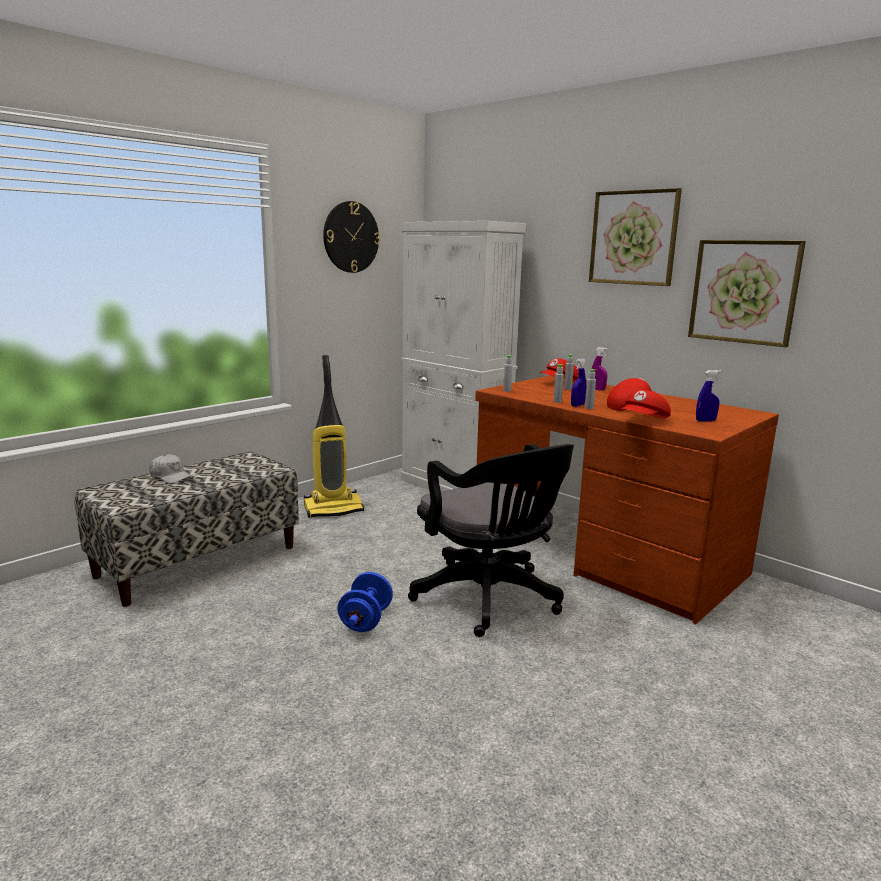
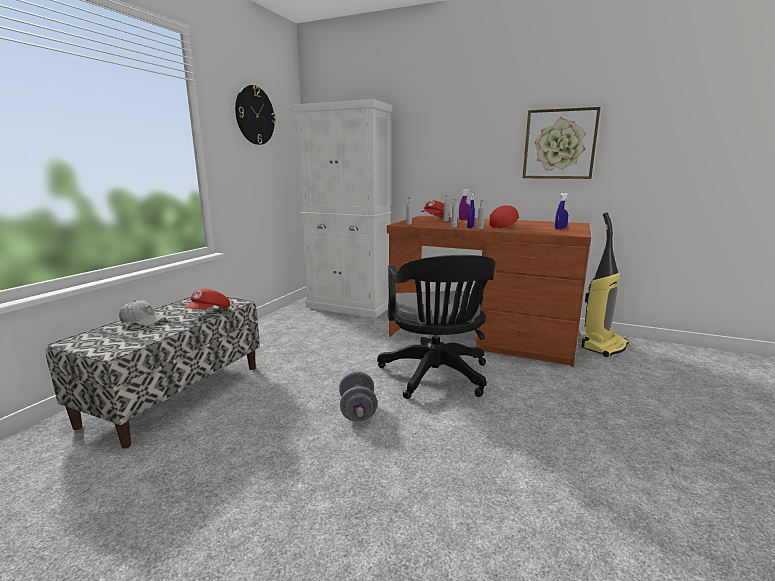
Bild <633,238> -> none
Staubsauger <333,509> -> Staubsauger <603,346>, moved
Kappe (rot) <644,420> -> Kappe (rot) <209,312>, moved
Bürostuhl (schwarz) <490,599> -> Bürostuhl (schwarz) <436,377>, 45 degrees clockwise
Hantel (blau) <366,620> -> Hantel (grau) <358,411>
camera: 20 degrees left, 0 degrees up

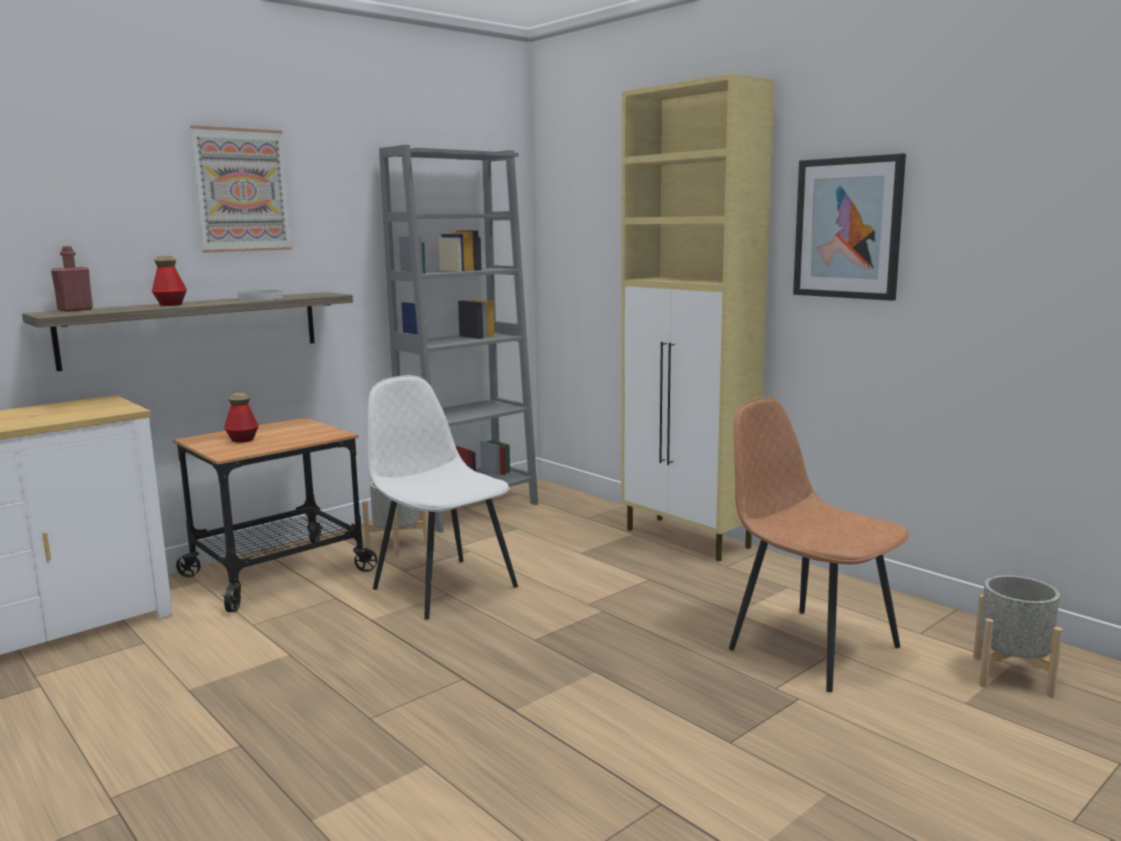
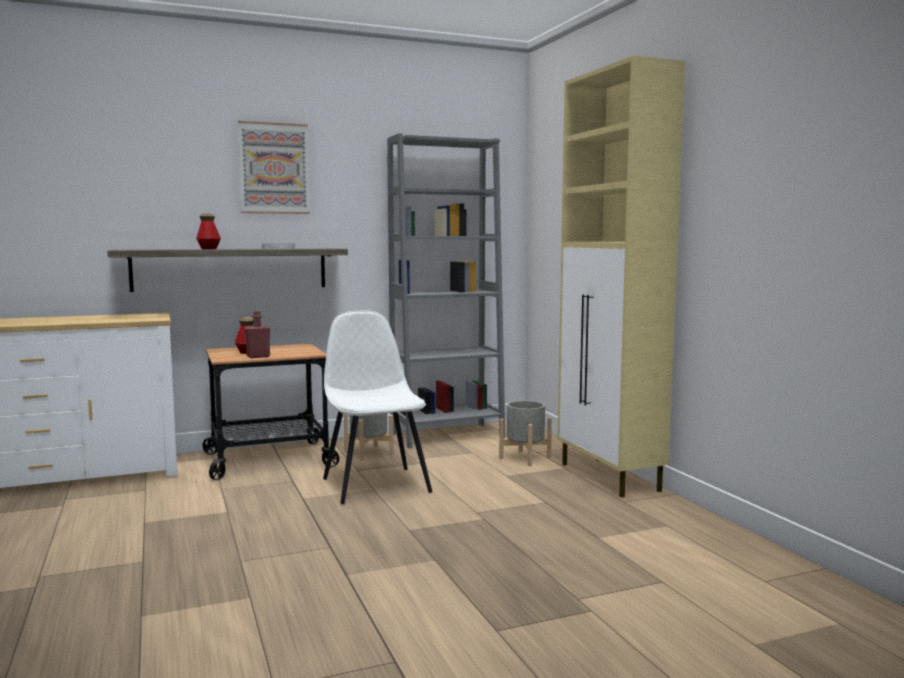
Bild <847,228> -> none
Flasche (rot) <75,310> -> Flasche (rot) <258,356>, moved
Stuhl (braun) <810,646> -> none
Pflanzkübel (grau) <1011,676> -> Pflanzkübel (grau) <524,458>, moved
camera: 20 degrees right, 5 degrees down

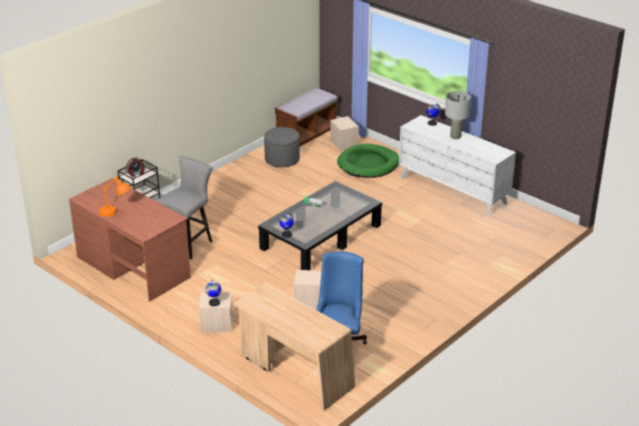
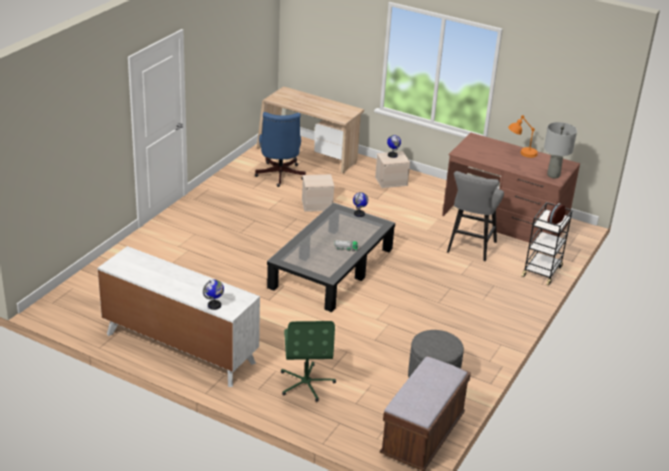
Tischlampe (grau) <455,136> -> Tischlampe (grau) <553,175>, moved
Aufbewahrungsbox (beige) <344,144> -> none
Hundebett (grün) <368,164> -> Bürostuhl (grün) <306,383>
camera: 165 degrees right, 0 degrees up

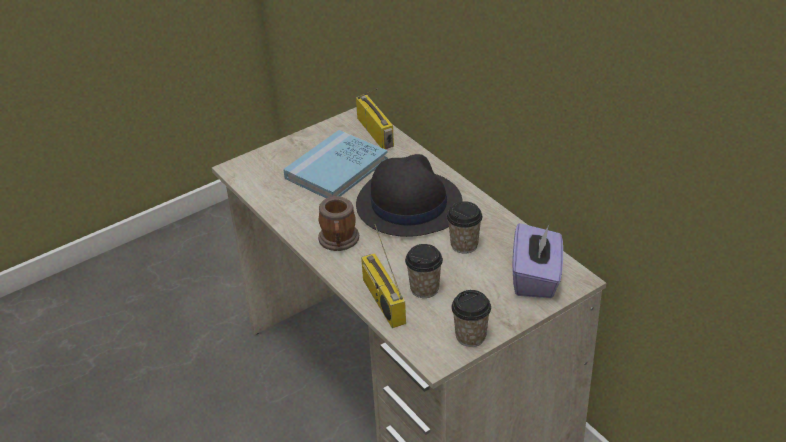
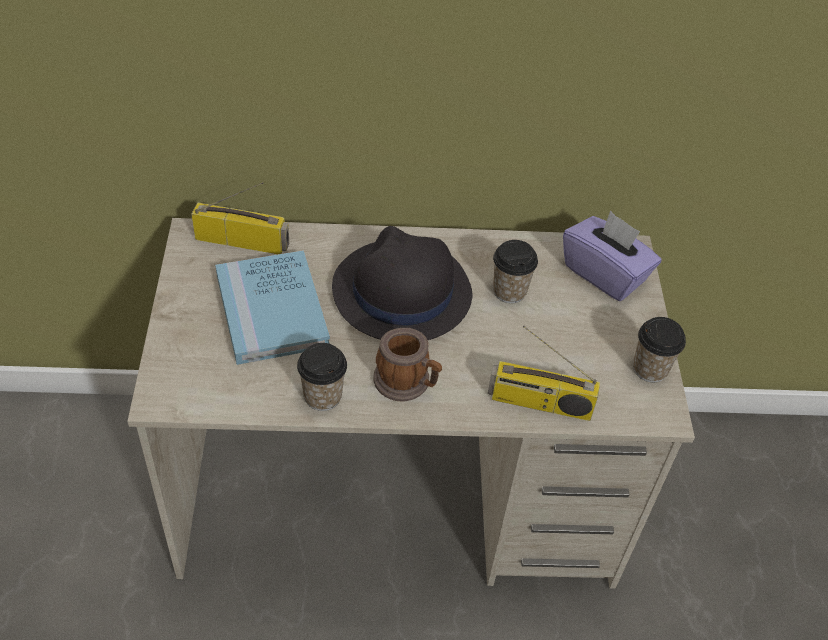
Tasse <424,289> -> Tasse <322,396>, moved
camera: 60 degrees left, 10 degrees up

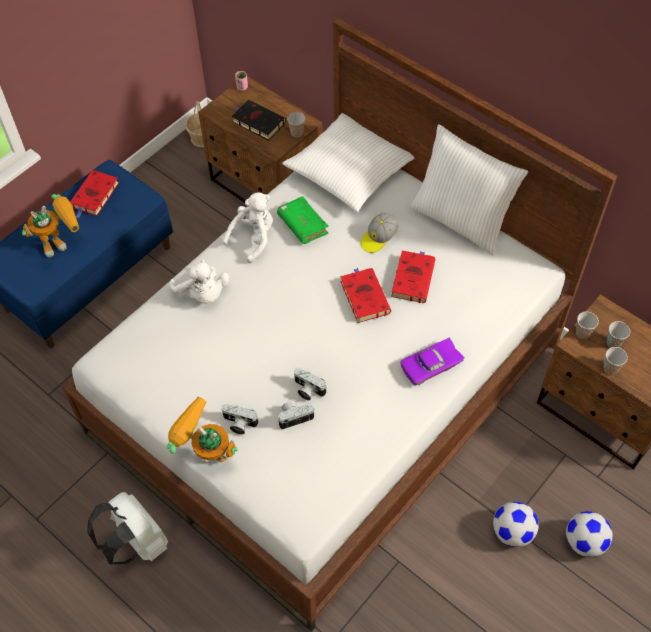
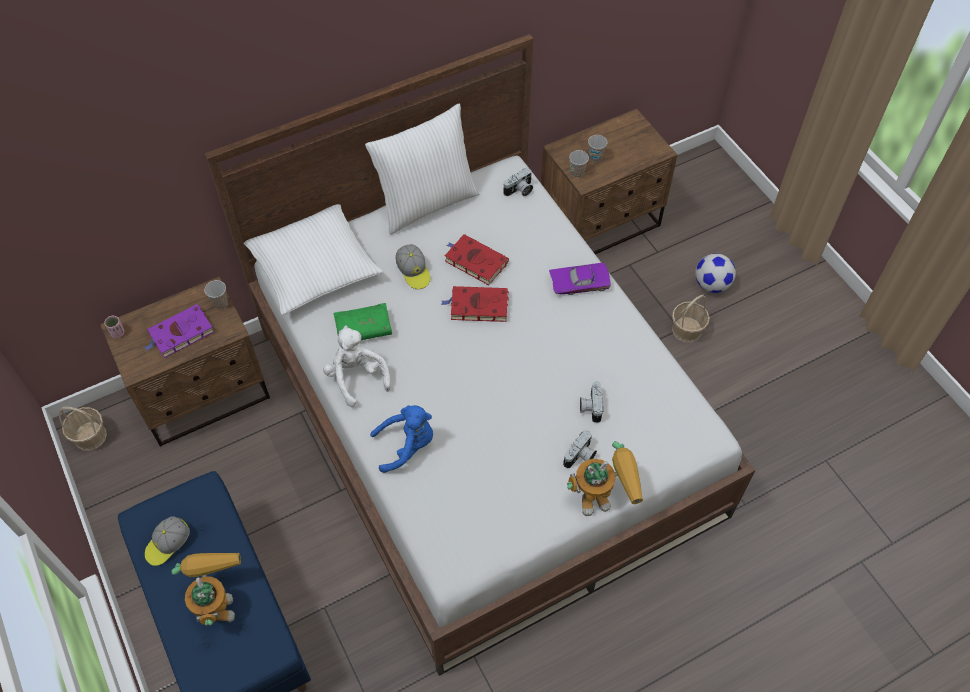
Buch (schwarz) <257,122> -> Buch (lila) <180,334>
Buch (rot) <94,196> -> Kappe <168,544>
Plüschtier (weiß) <203,294> -> Plüschtier (blau) <407,445>
Spielzeugauto (lila) <432,366> -> Spielzeugauto (lila) <579,281>, 90 degrees counterclockwise
Tasse <610,368> -> none
Kamera <307,390> -> Kamera <519,190>, moved
Spielzeugroboter <205,454> -> Spielzeugroboter <604,496>, 150 degrees counterclockwise
Rucksack (weiß) <136,543> -> none
Fußball <512,532> -> Korb <687,330>
camera: 70 degrees left, 0 degrees up

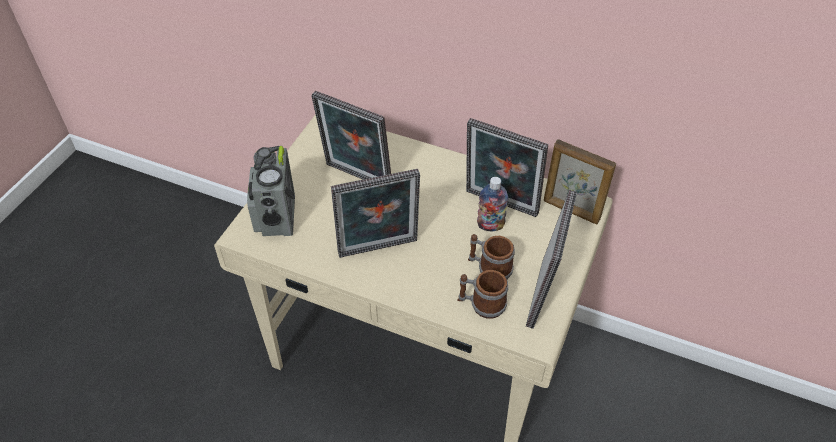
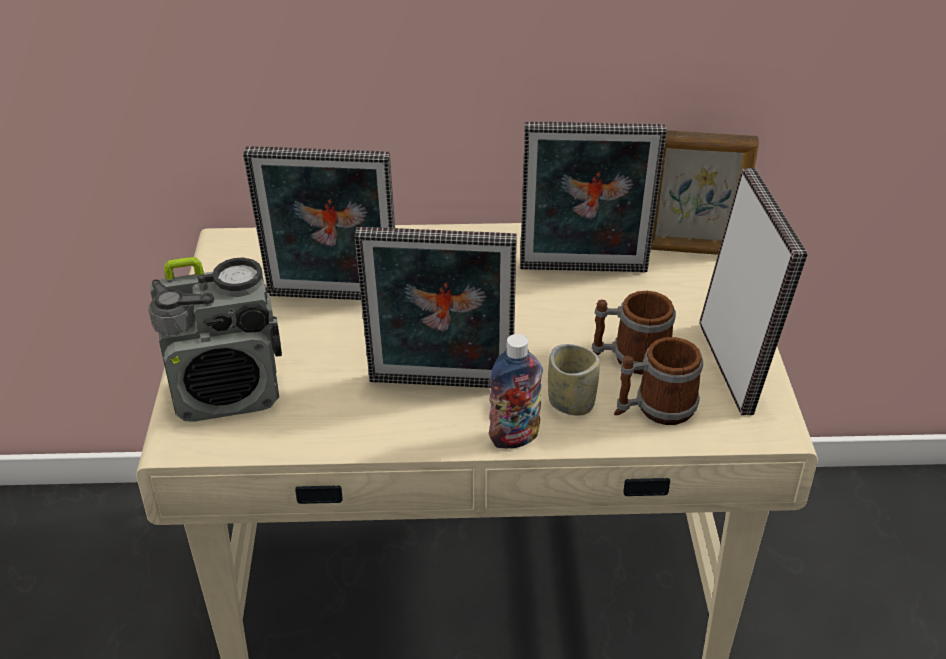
Radio <275,217> -> Radio <228,395>, 75 degrees counterclockwise
Bilderrahmen <379,250> -> Bilderrahmen <440,387>, 45 degrees clockwise
Flasche <490,225> -> Flasche <514,437>, moved
none -> Tasse <571,403>
camera: 25 degrees left, 10 degrees down

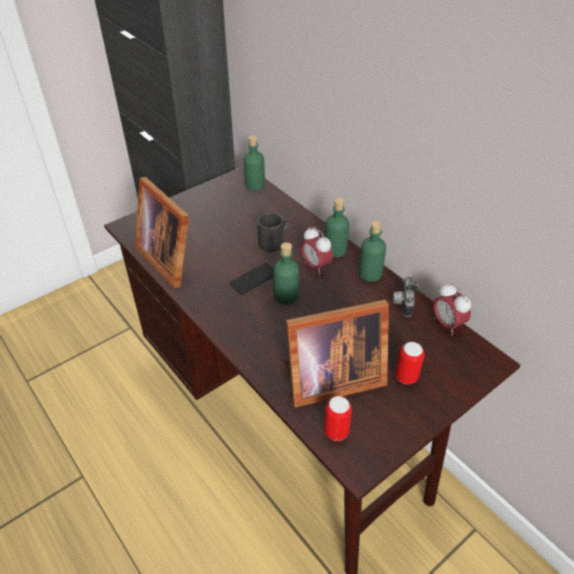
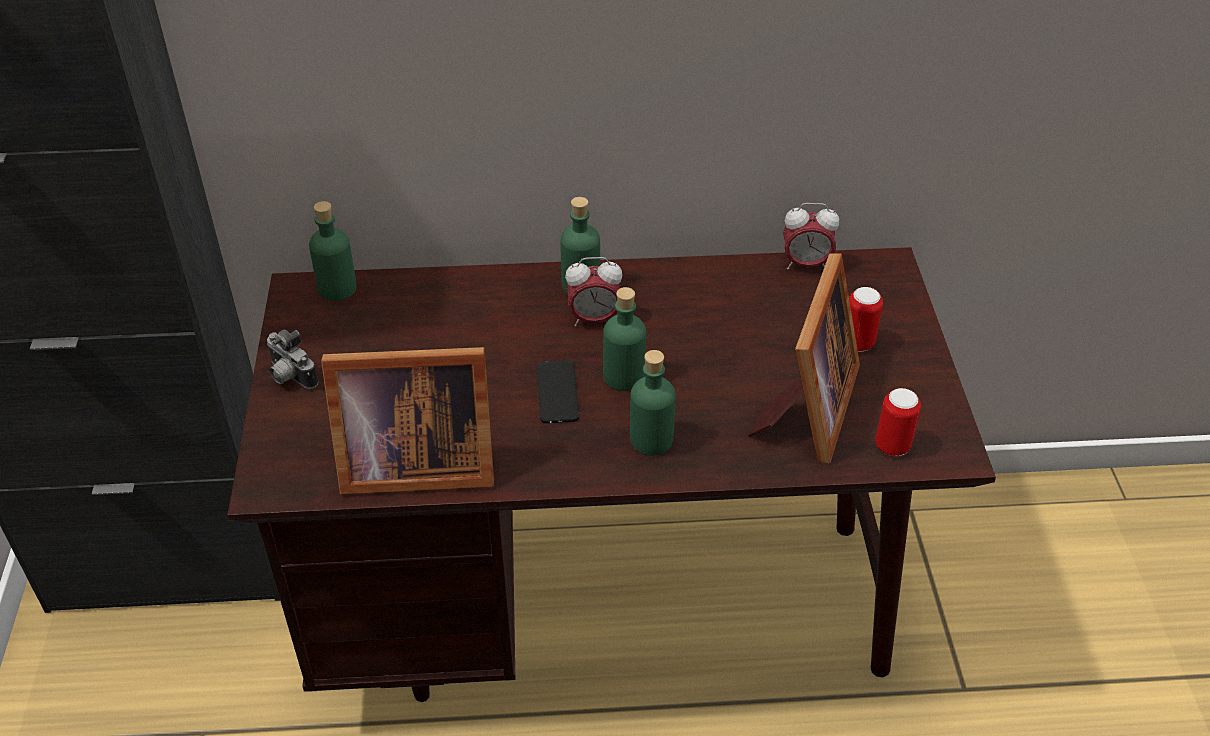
Henkelbecher (schwarz) <274,241> -> none
Flasche (grün) <370,273> -> Flasche (grün) <651,440>, moved
Kamera <402,303> -> Kamera <289,377>, moved
camera: 55 degrees left, 0 degrees up

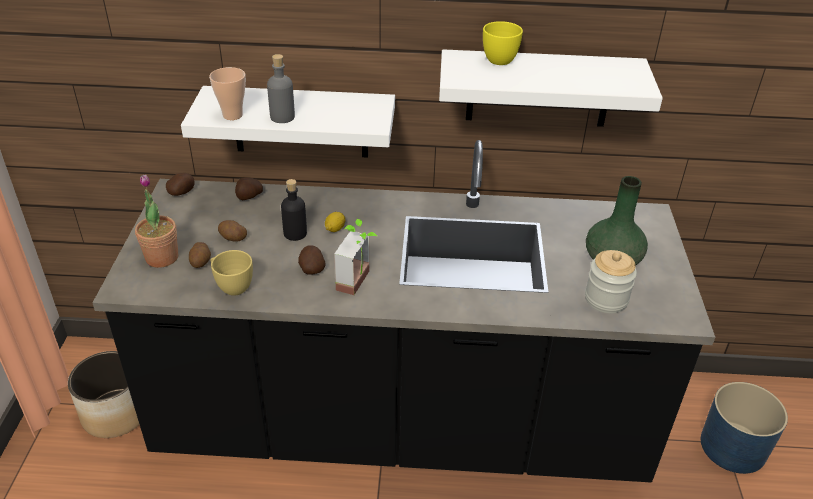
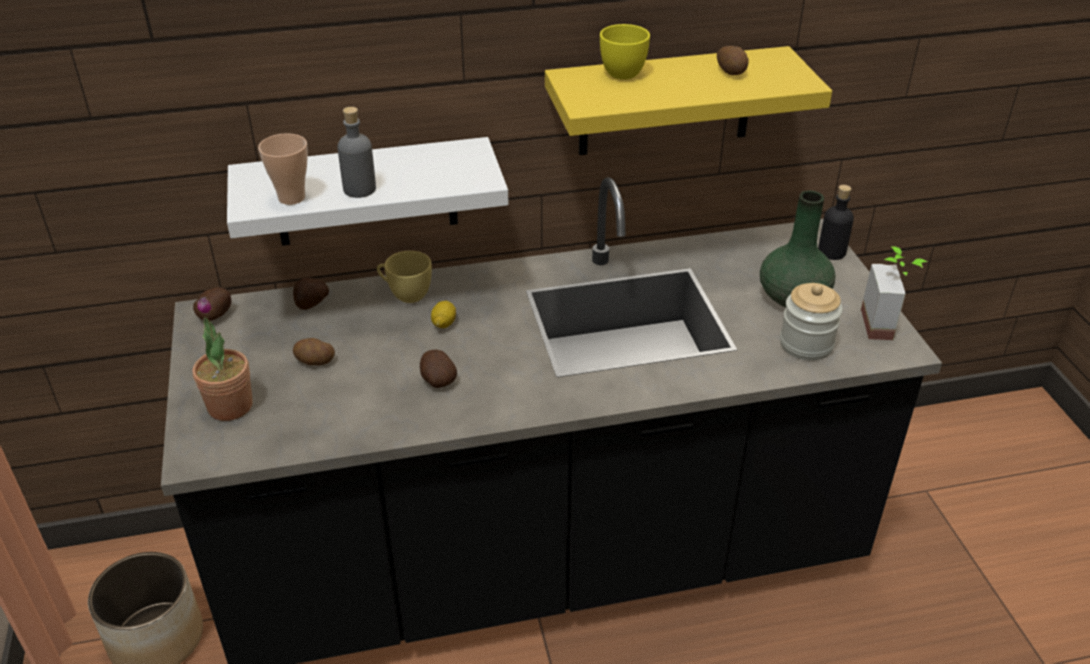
Wandregal (weiß) <538,88> -> Wandregal (gelb) <665,102>
Flasche (schwarz) <295,233> -> Flasche (schwarz) <831,252>, moved
Topfpflanze <360,282> -> Topfpflanze <887,325>, moved
Kartoffel <201,262> -> Kartoffel <732,71>, moved
Tasse (gelb) <231,286> -> Tasse (gelb) <405,294>, moved
Pflanzkübel (blau) <733,447> -> none
camera: 15 degrees left, 0 degrees up

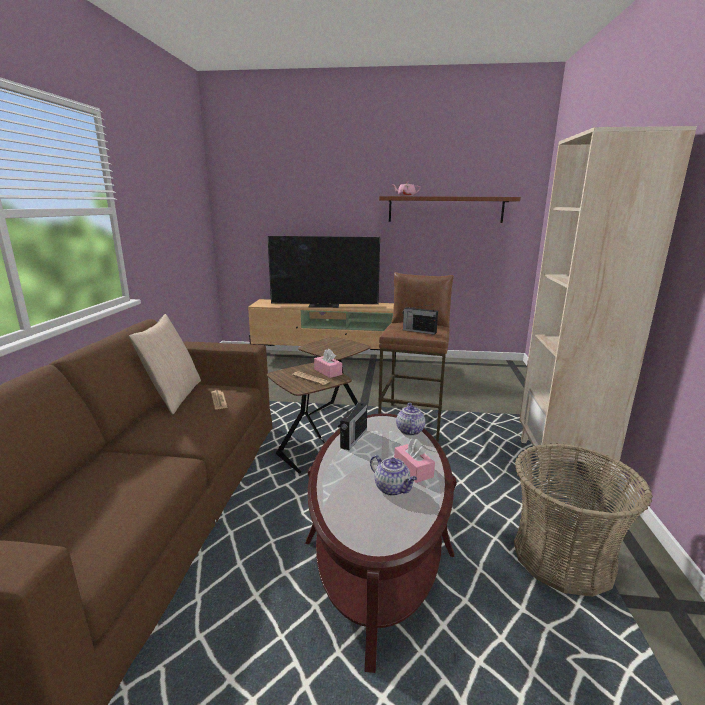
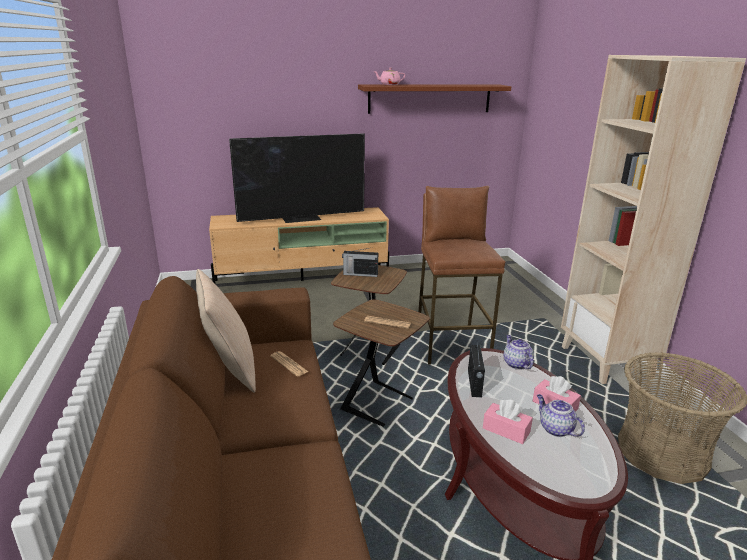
Radio <418,331> -> Radio <360,274>, moved
Taschentuchbox (rosa) <328,372> -> Taschentuchbox (rosa) <506,430>, moved
Teekanne <392,489> -> Teekanne <555,429>, 150 degrees counterclockwise
camera: 20 degrees left, 5 degrees up

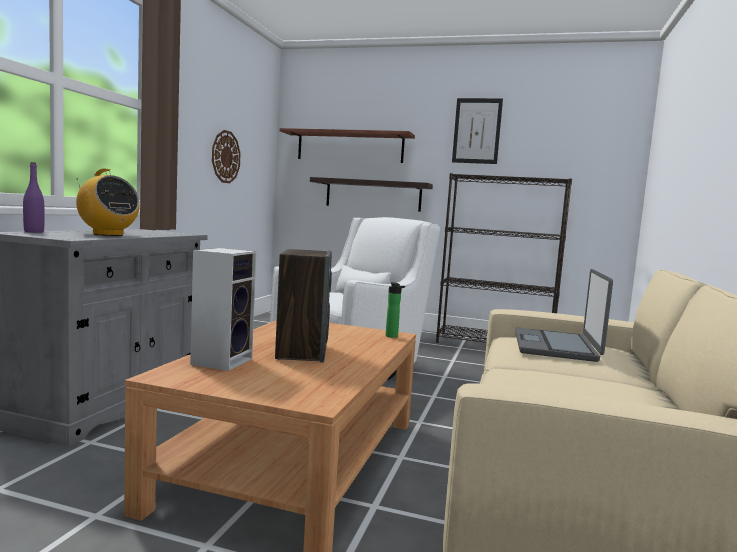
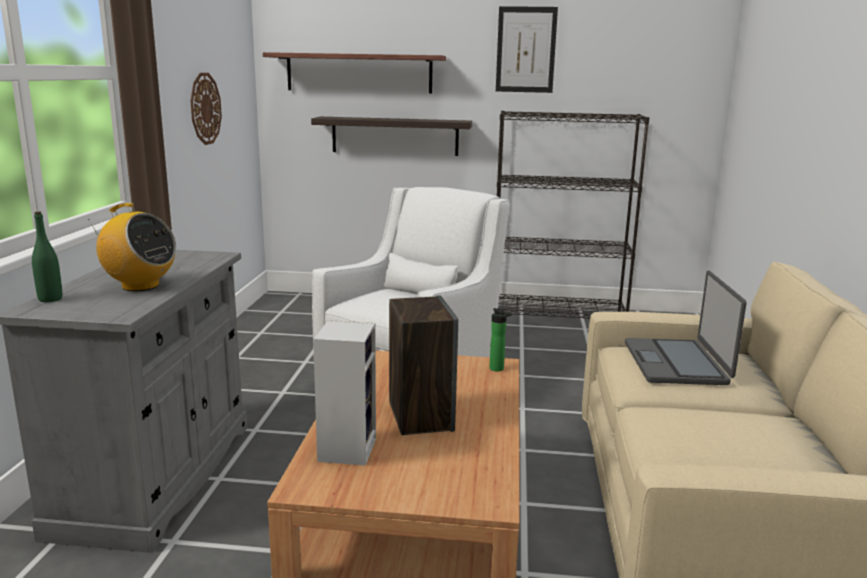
Flasche (lila) <34,232> -> Flasche (grün) <50,299>
camera: 10 degrees left, 10 degrees up

